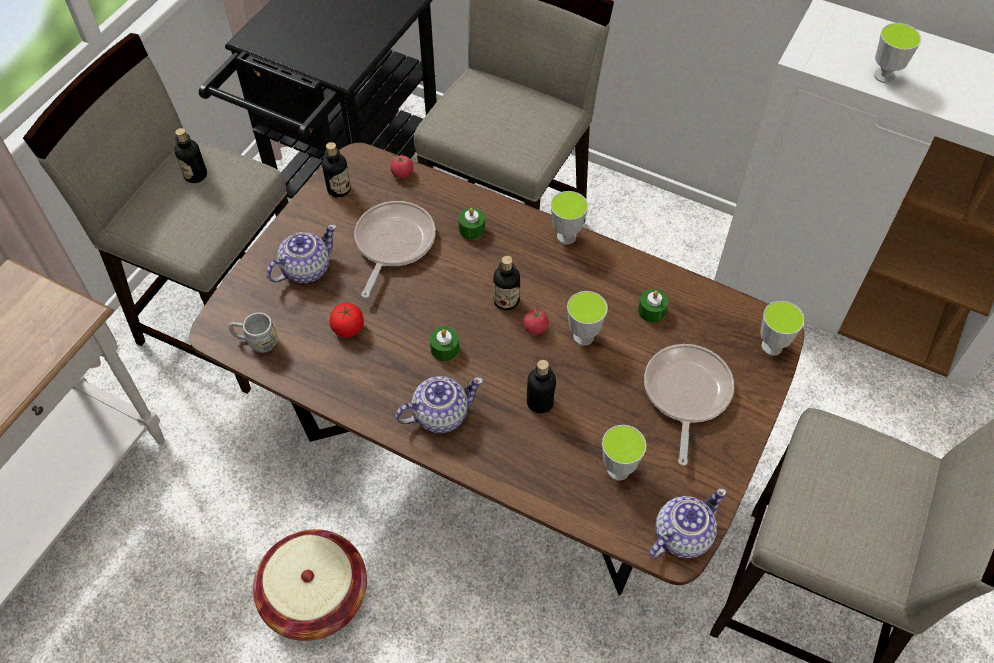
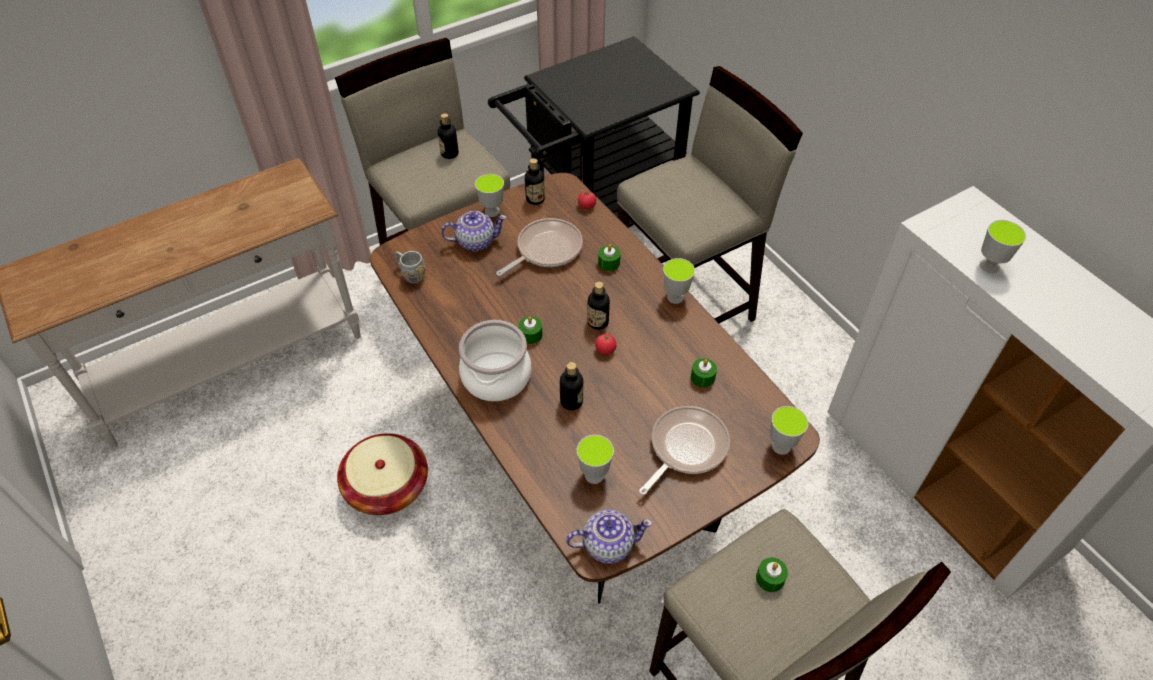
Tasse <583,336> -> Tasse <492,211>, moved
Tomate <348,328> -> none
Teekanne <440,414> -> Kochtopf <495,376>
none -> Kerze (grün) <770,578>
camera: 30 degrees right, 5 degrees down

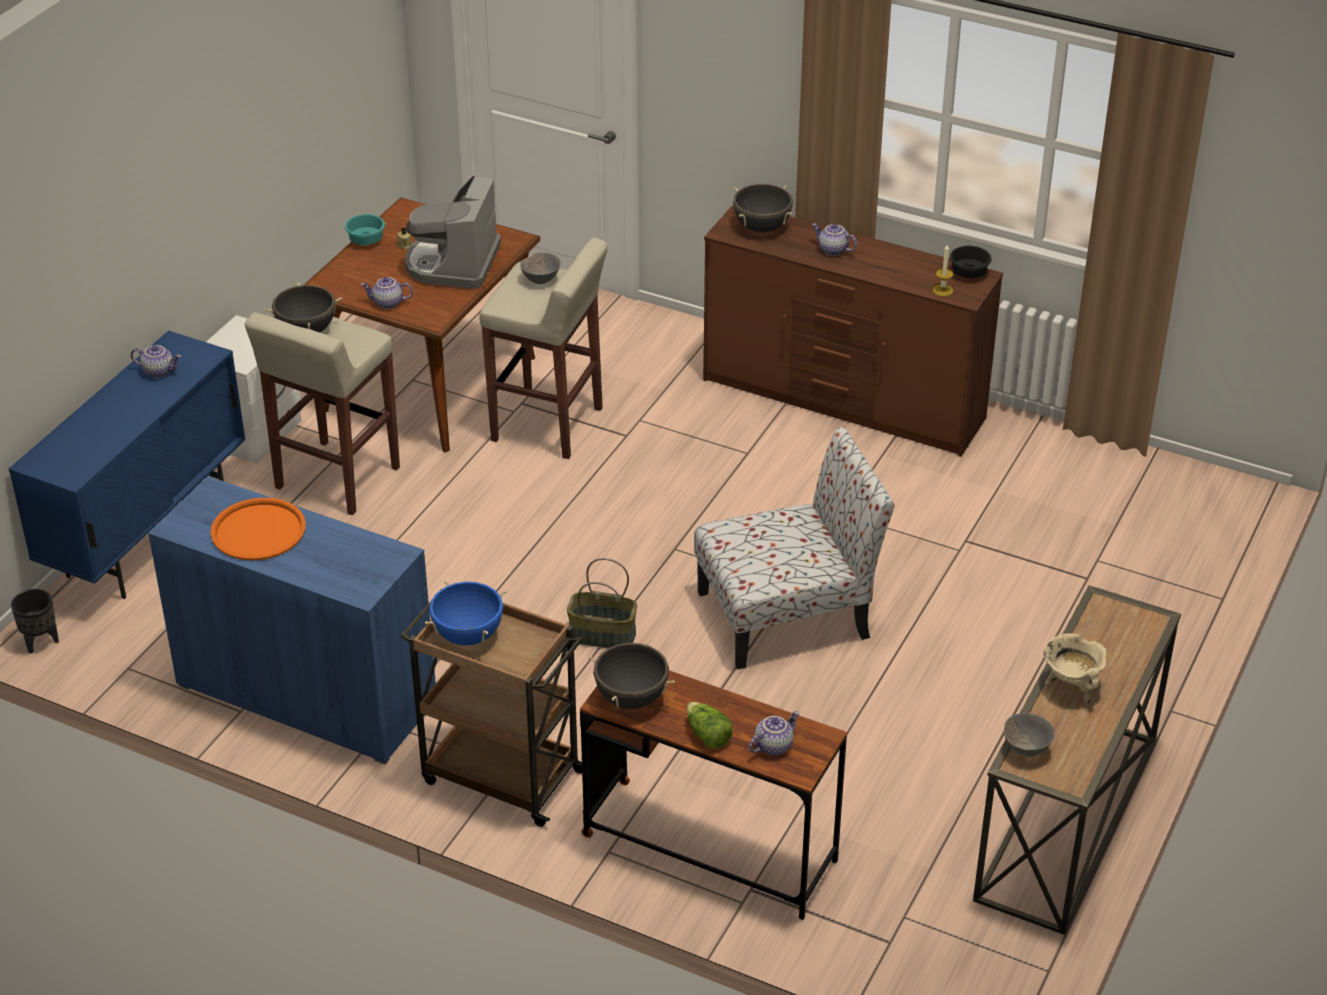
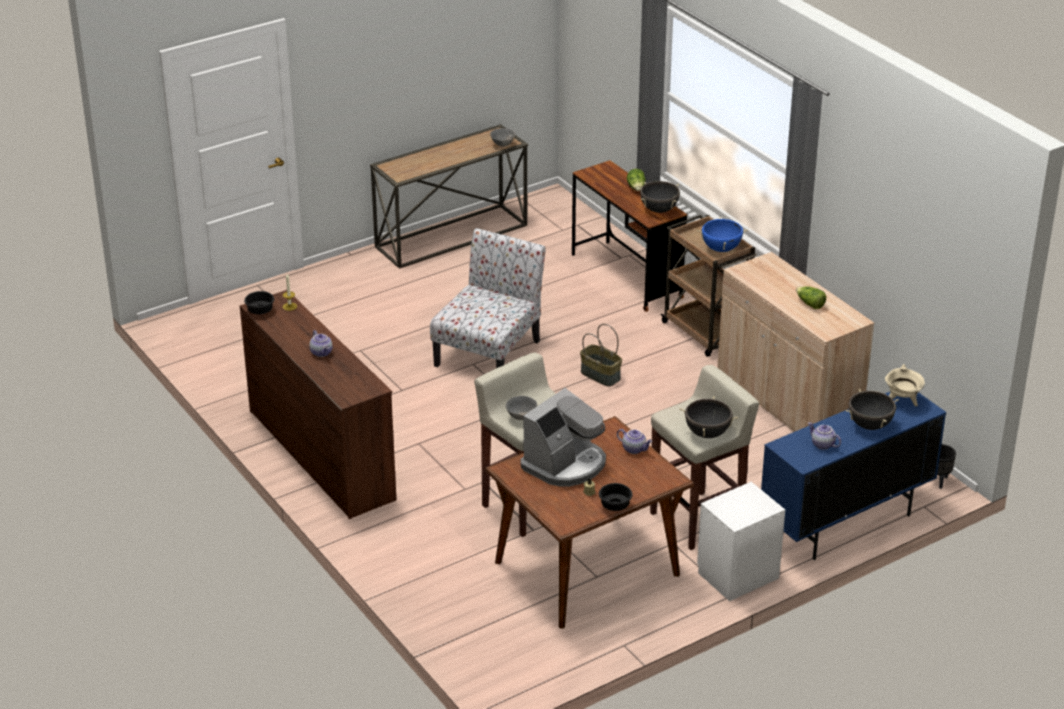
Kochtopf (schwarz) <761,227> -> Kochtopf (schwarz) <870,425>, moved
Schüssel (türkis) <365,240> -> Schüssel (schwarz) <615,506>
Stuhl <788,614> -> Stuhl <489,352>, 105 degrees clockwise
Schrank (blau) <306,694> -> Schrank (beige) <787,401>
Tablett (orange) <258,531> -> Salatkopf <810,304>
Kochtopf (beige) <1071,686> -> Kochtopf (beige) <902,401>, moved
Teekanne <773,745> -> none
camera: 150 degrees left, 5 degrees down

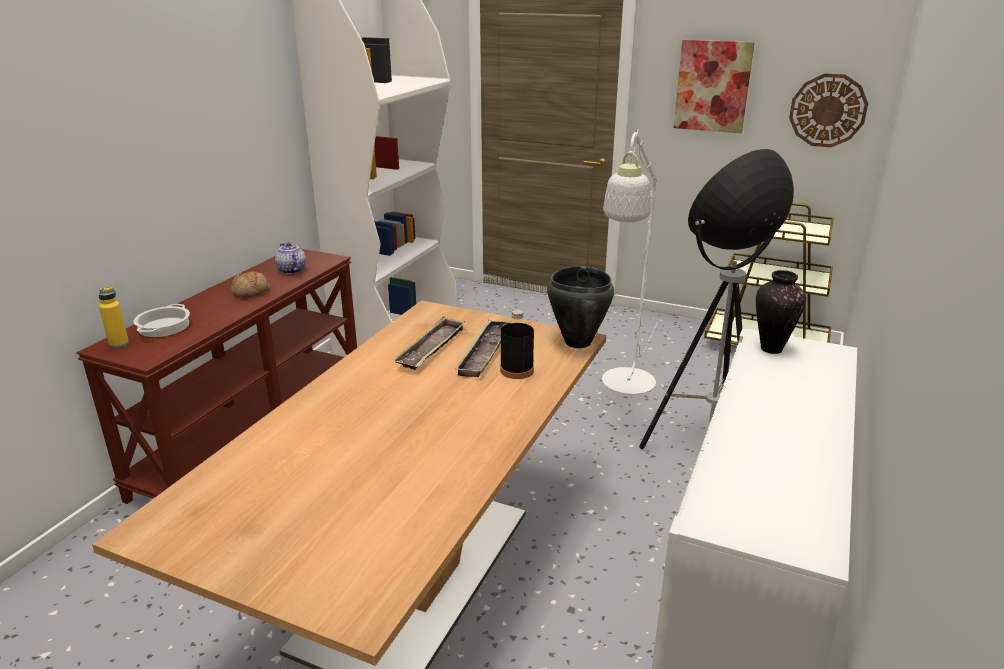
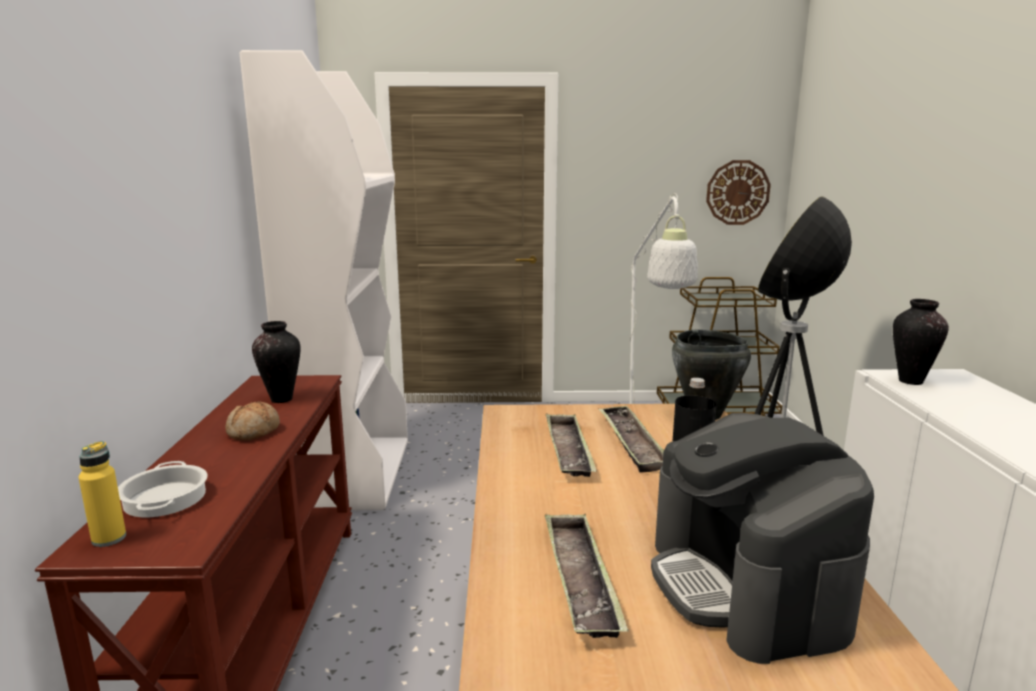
Bild <712,86> -> none
Teekanne <291,270> -> Vase <281,400>
none -> Kaffeemaschine <747,586>
none -> Tablett <580,579>
camera: 25 degrees left, 10 degrees down

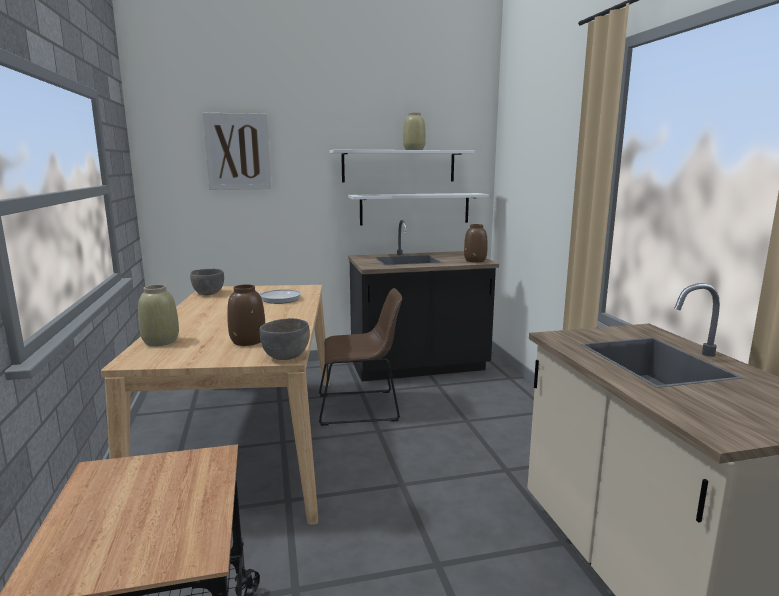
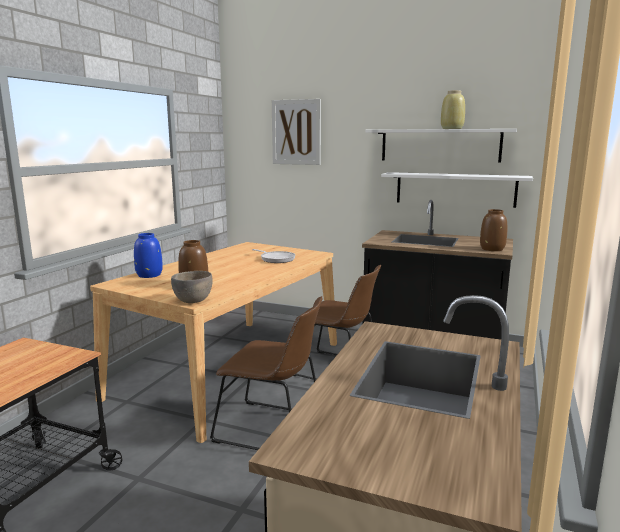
Schüssel (grau) <208,293> -> none
Vase (beige) <161,341> -> Vase (blau) <149,275>
none -> Stuhl (braun) <273,429>
camera: 35 degrees right, 0 degrees up

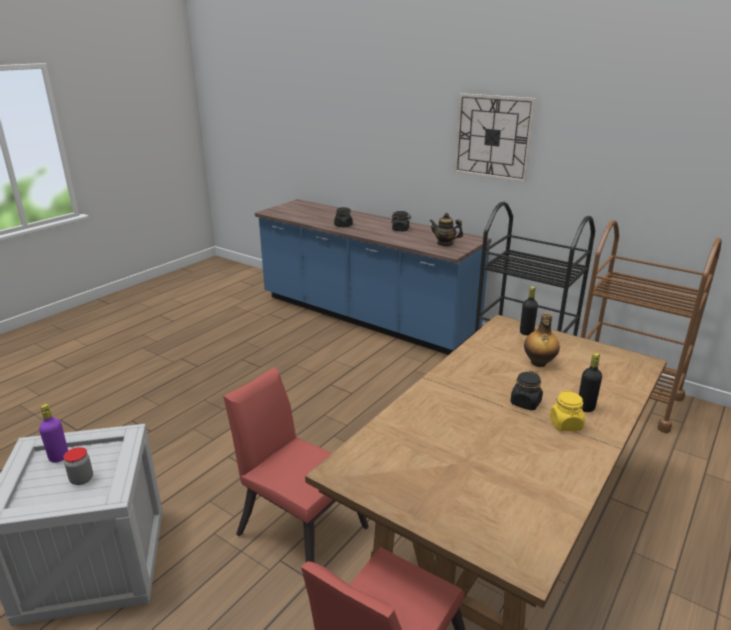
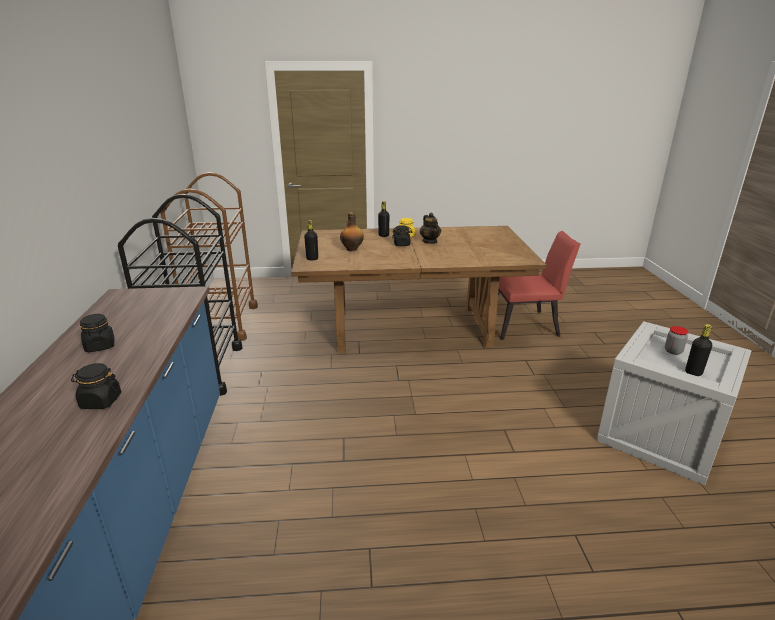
Wanduhr <493,137> -> none
Teekanne <445,243> -> Teekanne <430,241>, moved
Stuhl (rot) <298,526> -> none
Flasche (lila) <59,457> -> Flasche (schwarz) <693,372>
camera: 130 degrees left, 0 degrees up

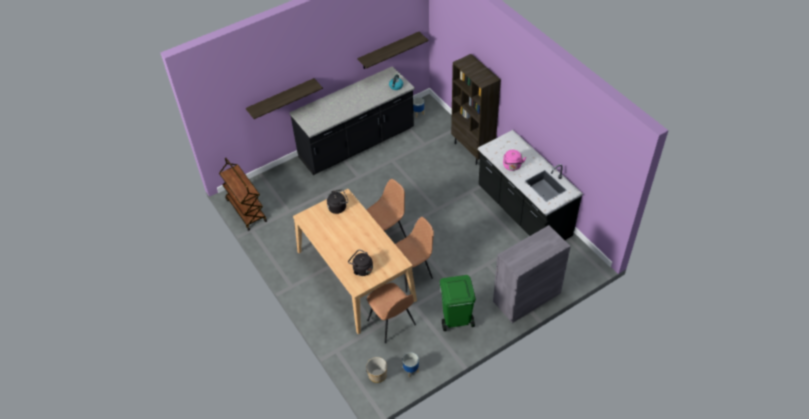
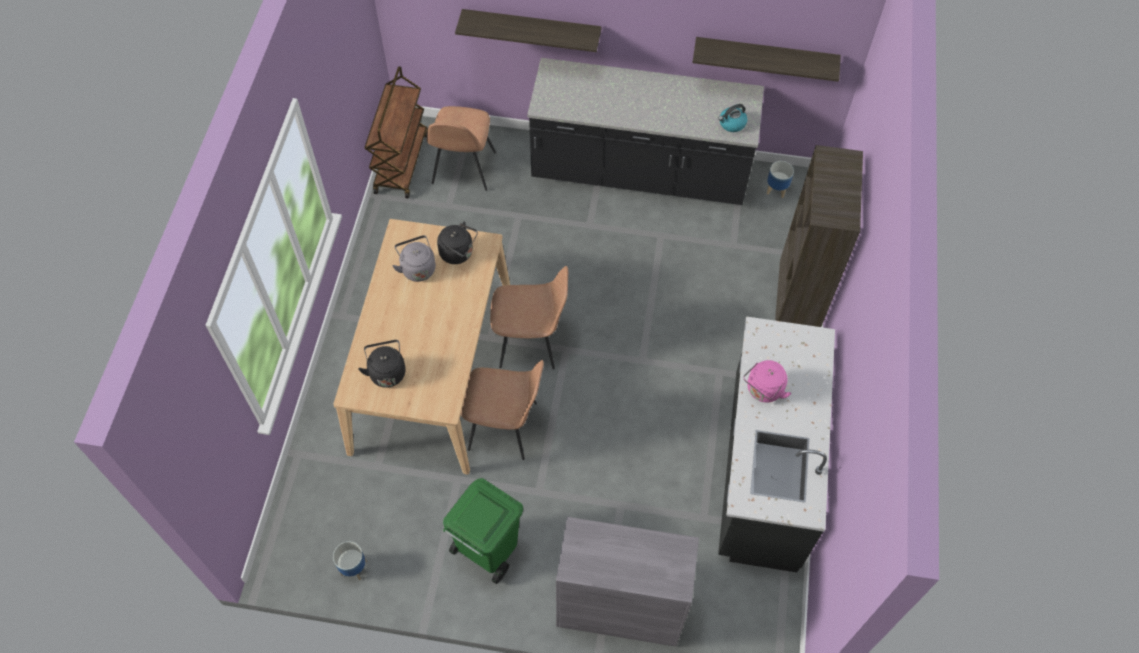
Stuhl (braun) <392,323> -> Stuhl (braun) <463,169>, moved
Pflanzkübel <377,375> -> none
none -> Wasserkessel (grau) <417,268>
camera: 40 degrees right, 10 degrees up

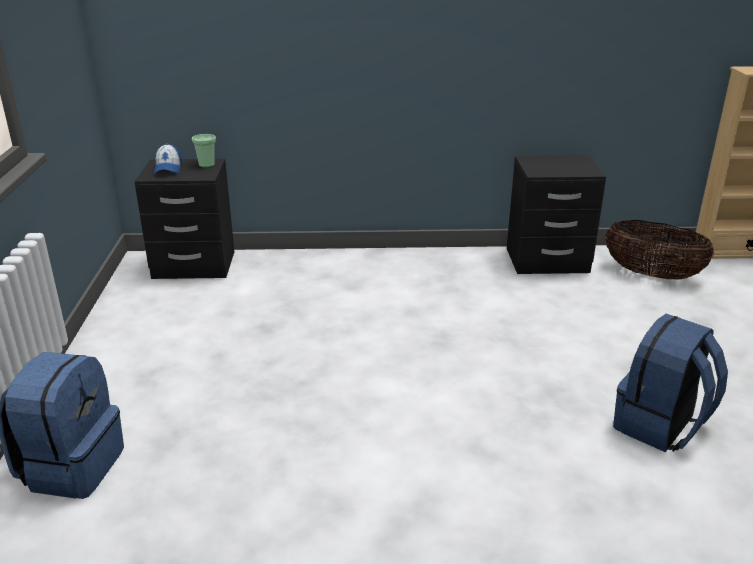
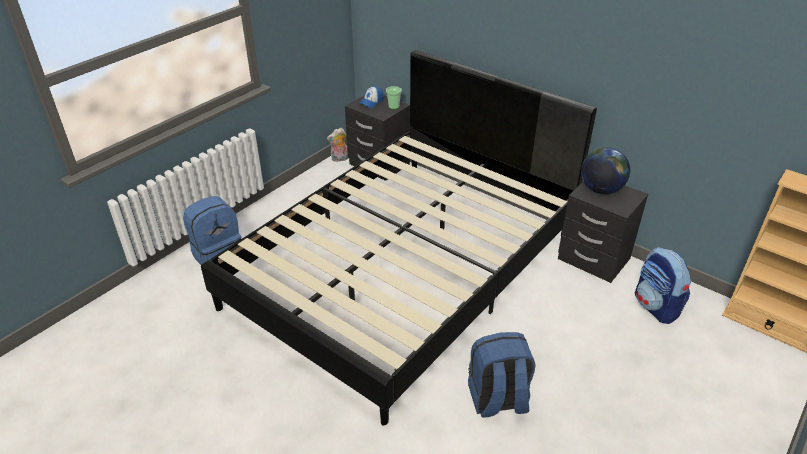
Korb <652,275> -> Rucksack <656,307>
none -> Bett (schwarz) <404,269>
none -> Plüschtier <339,159>
none -> Globus <601,189>
camera: 40 degrees right, 10 degrees up

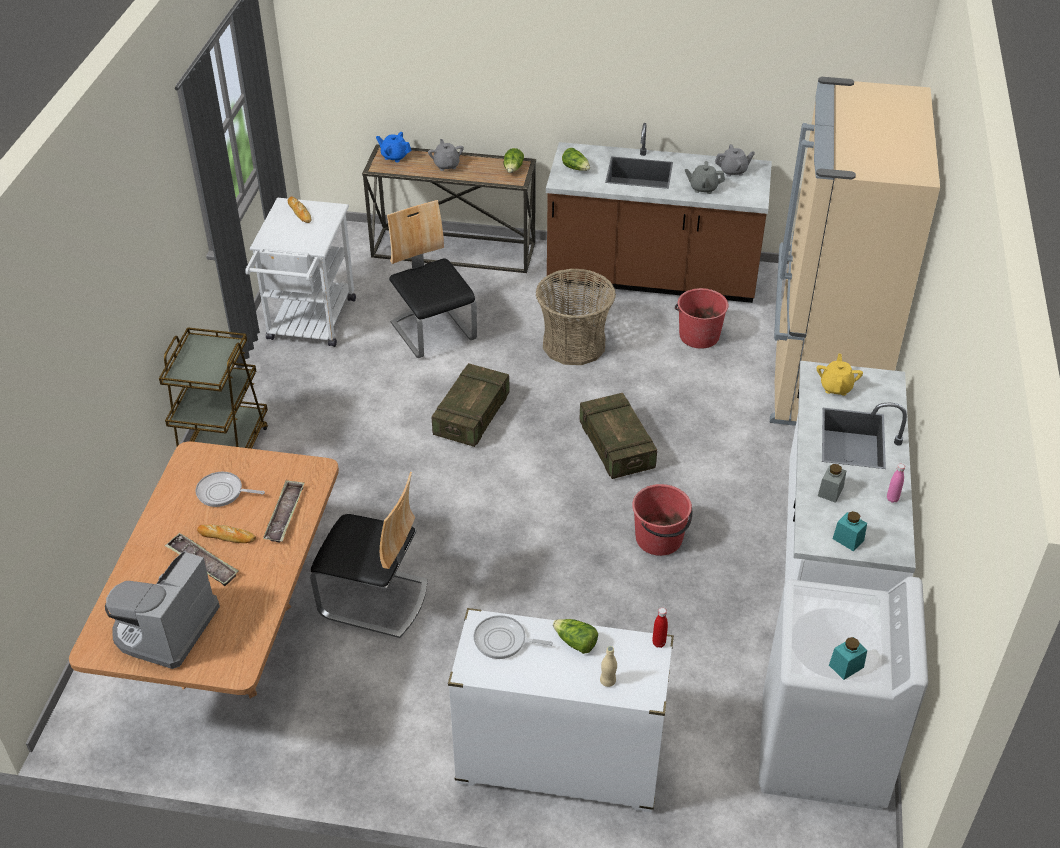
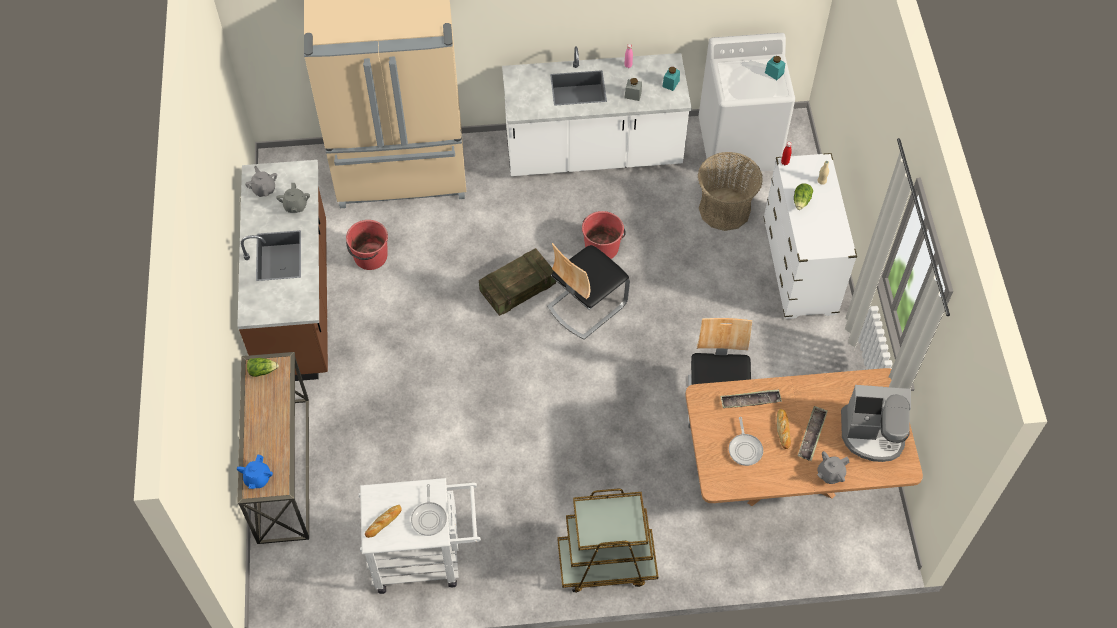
Teekanne (grau) <446,165> -> Teekanne (grau) <830,474>, moved
Salatkopf <576,168> -> none
Stuhl <433,331> -> Stuhl <586,305>, moved
Korb <574,344> -> Korb <724,209>, moved
Teekanne (gelb) <836,387> -> none
Kiste <472,416> -> none
Pfanne <503,641> -> Pfanne <429,517>, moved
camera: 105 degrees left, 15 degrees up

